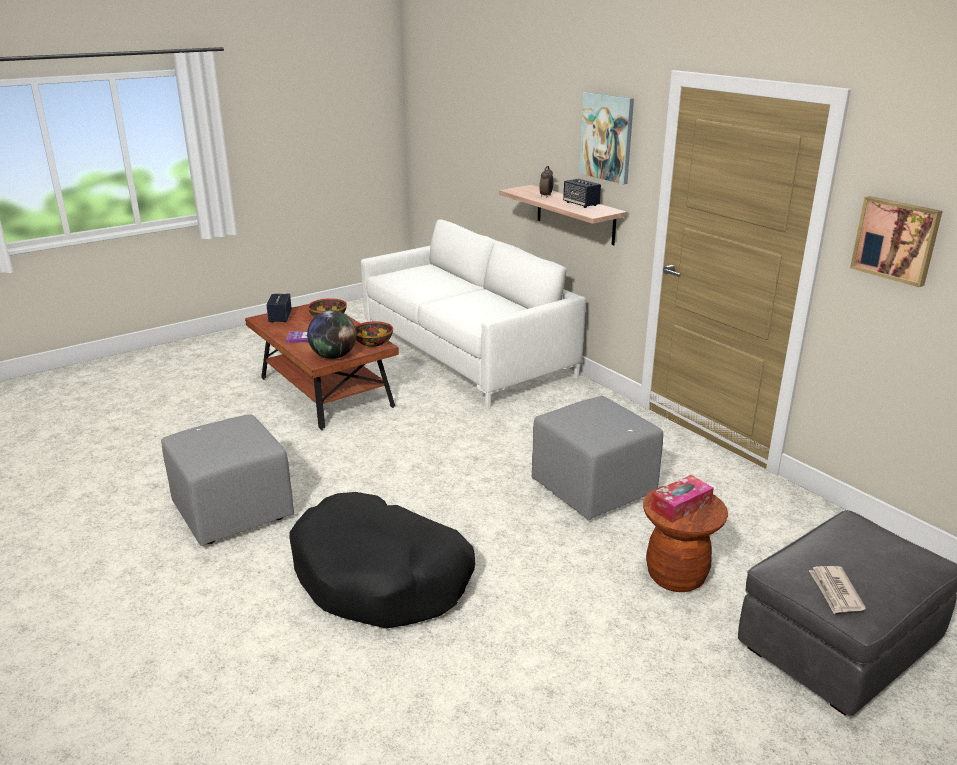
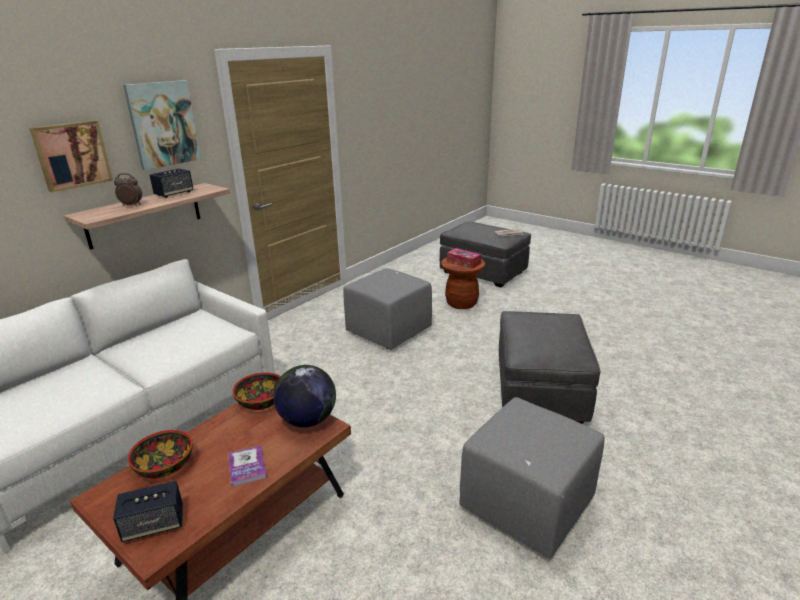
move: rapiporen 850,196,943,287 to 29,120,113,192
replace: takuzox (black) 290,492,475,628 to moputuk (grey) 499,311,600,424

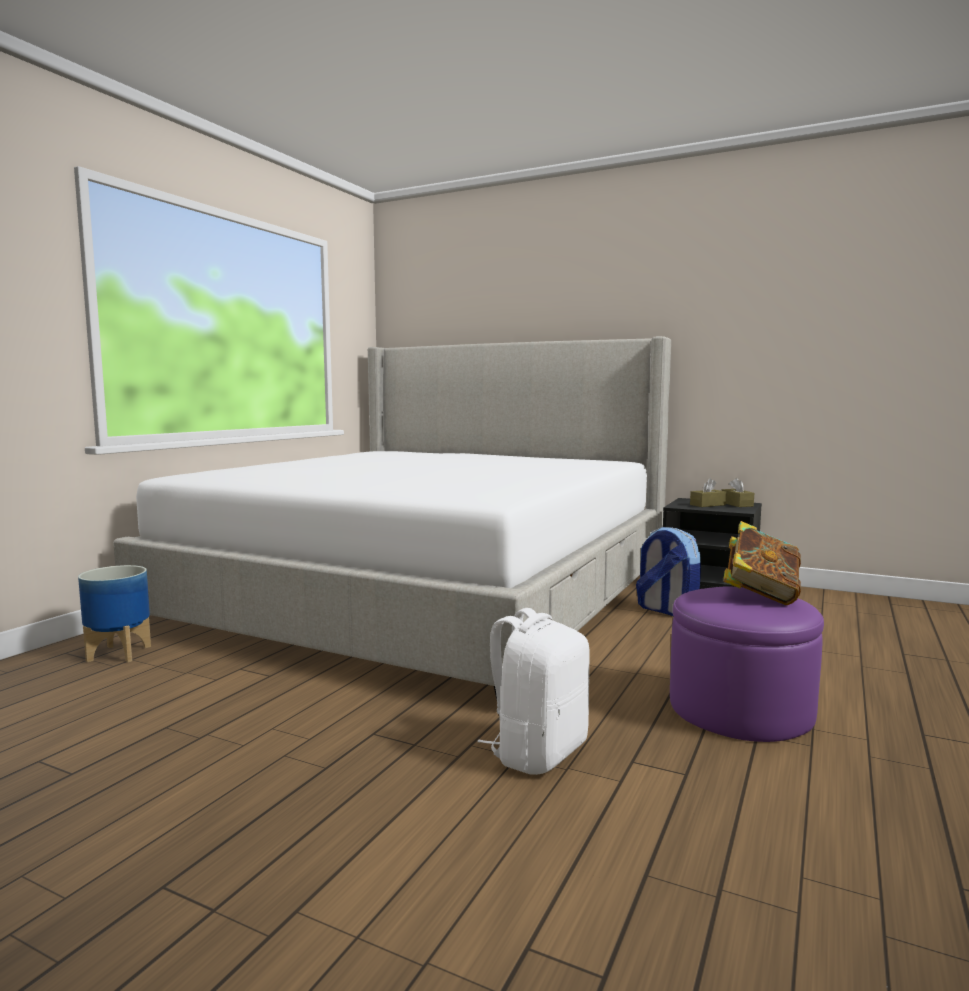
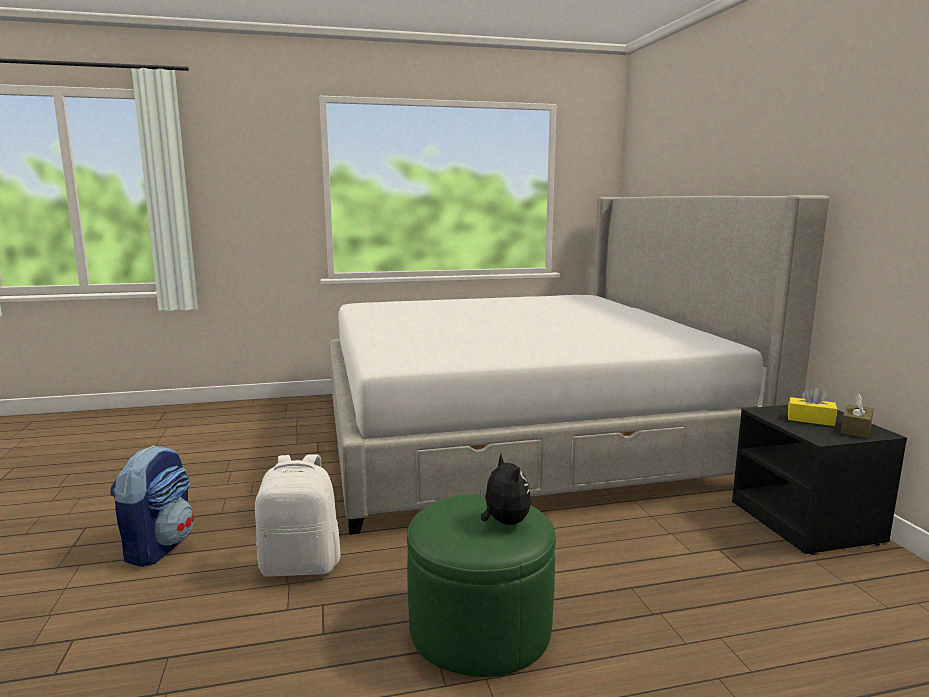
delete: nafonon 78,565,151,662
move: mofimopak 636,527,701,616 to 110,445,194,567
replace: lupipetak 723,521,801,605 to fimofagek 481,454,531,525
recolor: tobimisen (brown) 690,478,726,507 to tobimisen (yellow) 788,386,837,426; moputuk (purple) 670,587,824,742 to moputuk (green) 407,494,556,677

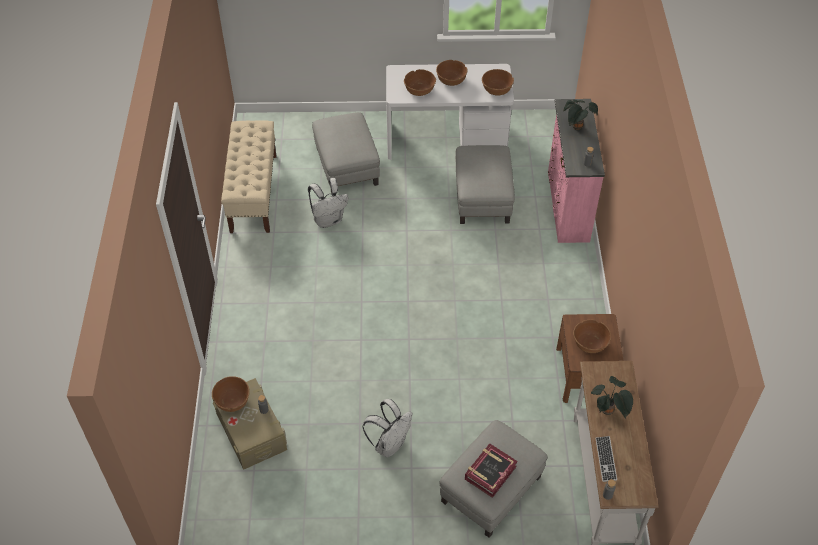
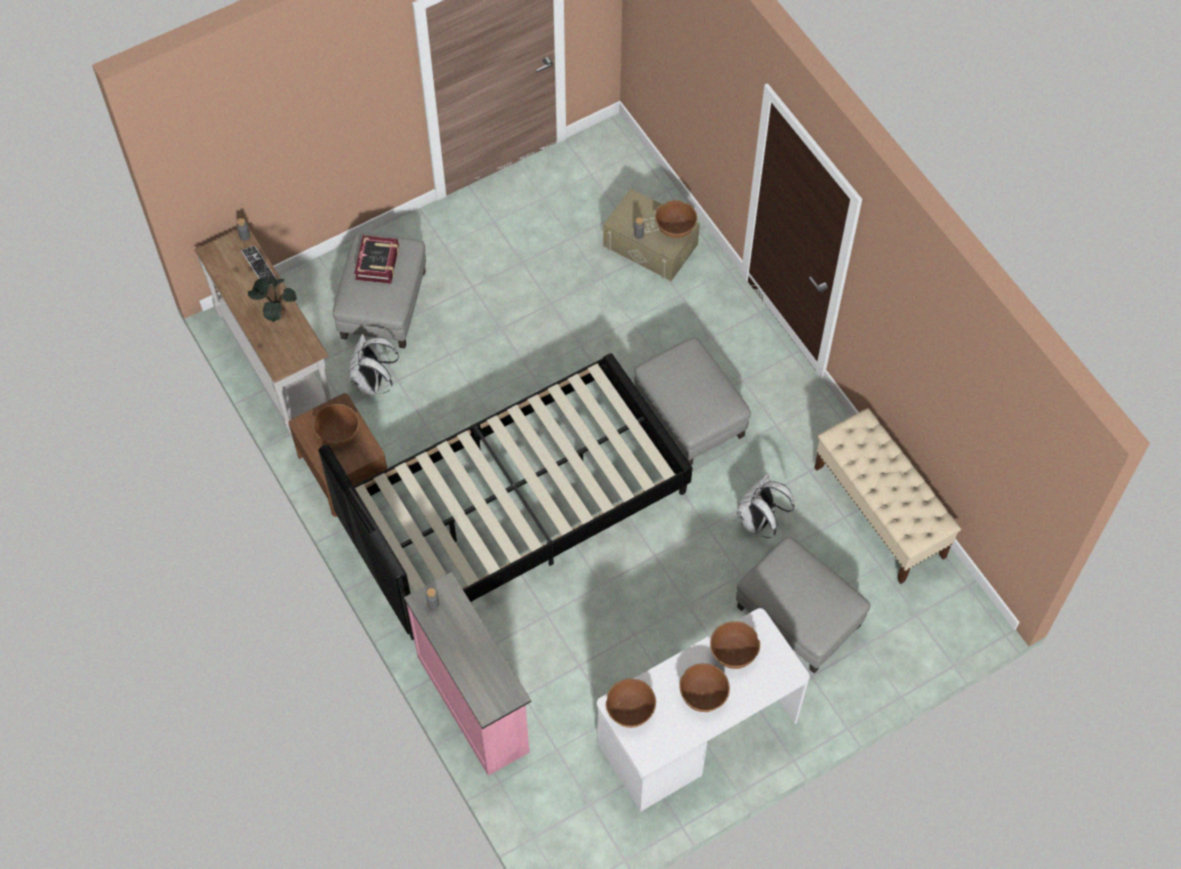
delete: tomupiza 563,100,598,130
insert: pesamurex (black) 319,353,693,640
move: moputuk (grey) 455,145,515,224 to 634,338,751,465; mofimopak (white) 362,399,413,457 to 349,334,399,395

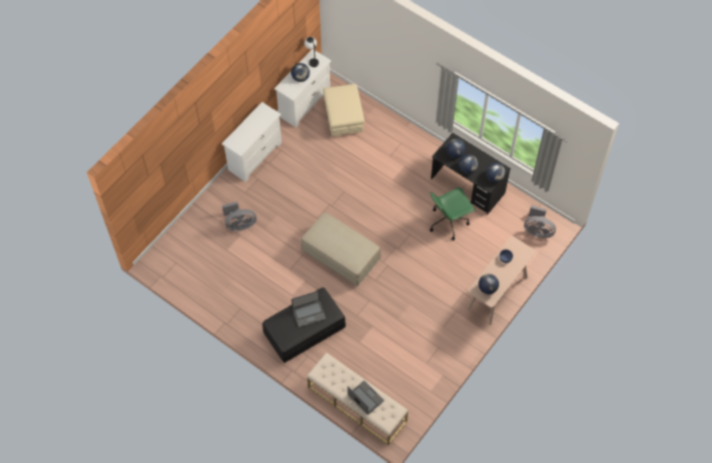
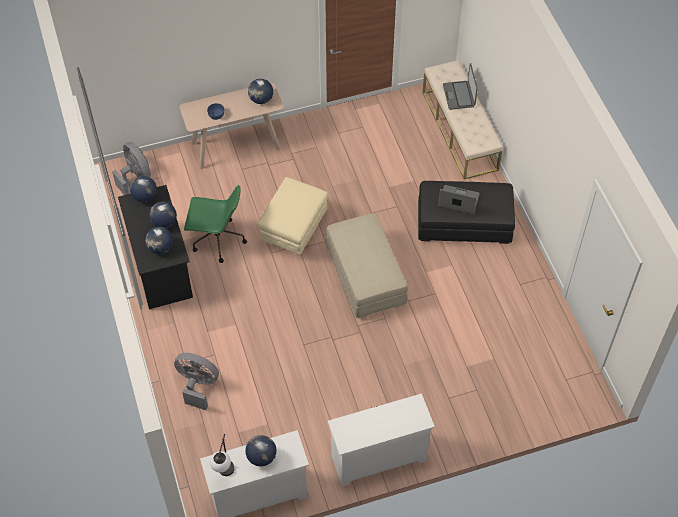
move: moputuk (beige) 323,84,365,137 to 257,177,329,255; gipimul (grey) 222,202,257,231 to 174,353,219,410

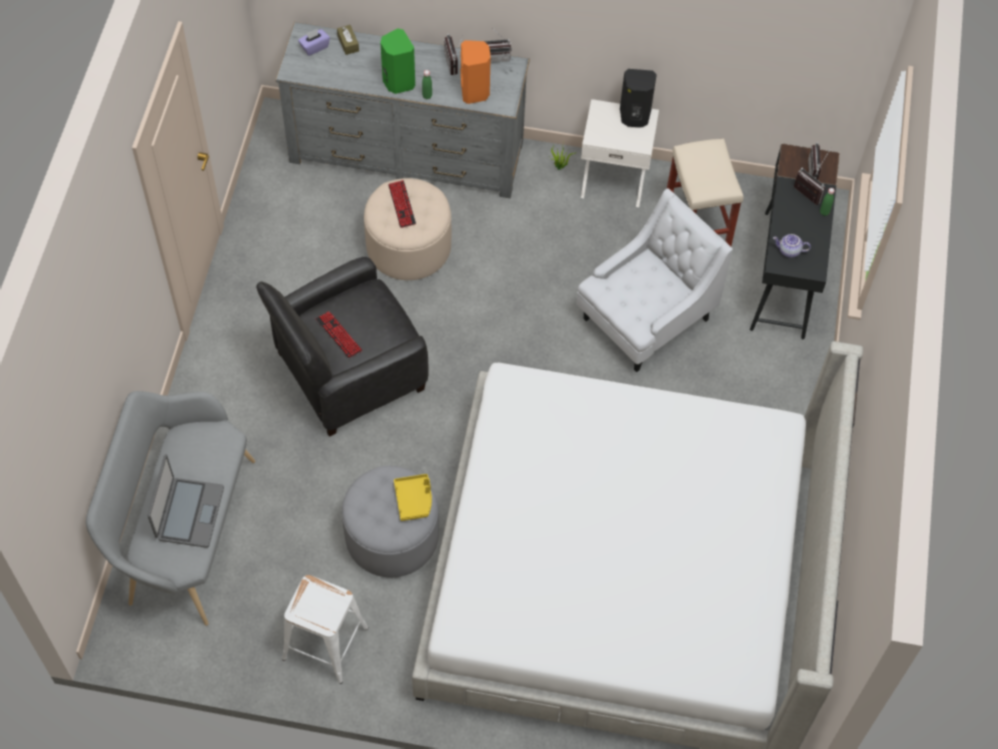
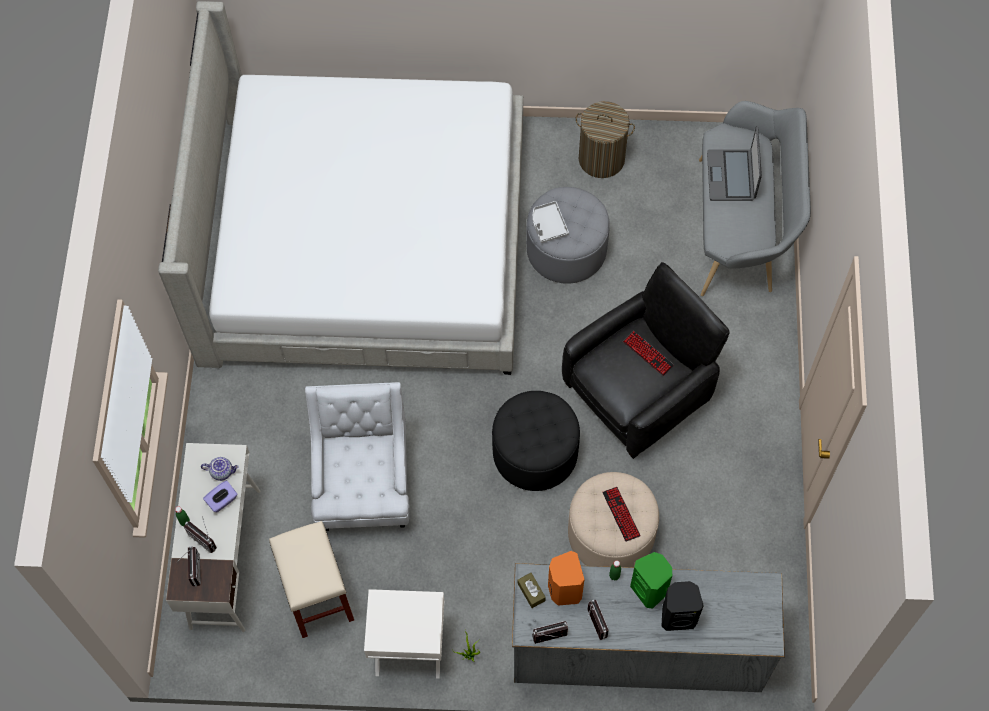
insert: moputuk (black) 492,391,580,491
move: tobimisen (brown) 337,25,359,55 to 518,573,546,608; tobimisen (purple) 298,29,330,56 to 203,480,238,512; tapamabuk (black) 620,69,657,128 to 662,581,704,631
replace: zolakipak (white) 282,575,369,684 to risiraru 576,101,635,178
recolor: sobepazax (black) 750,143,840,339 to sobepazax (white) 166,443,260,632; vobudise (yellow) 394,474,432,521 to vobudise (grey) 533,201,569,243
rotate: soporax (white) 577,188,733,372 = 305,382,409,531 135 degrees clockwise

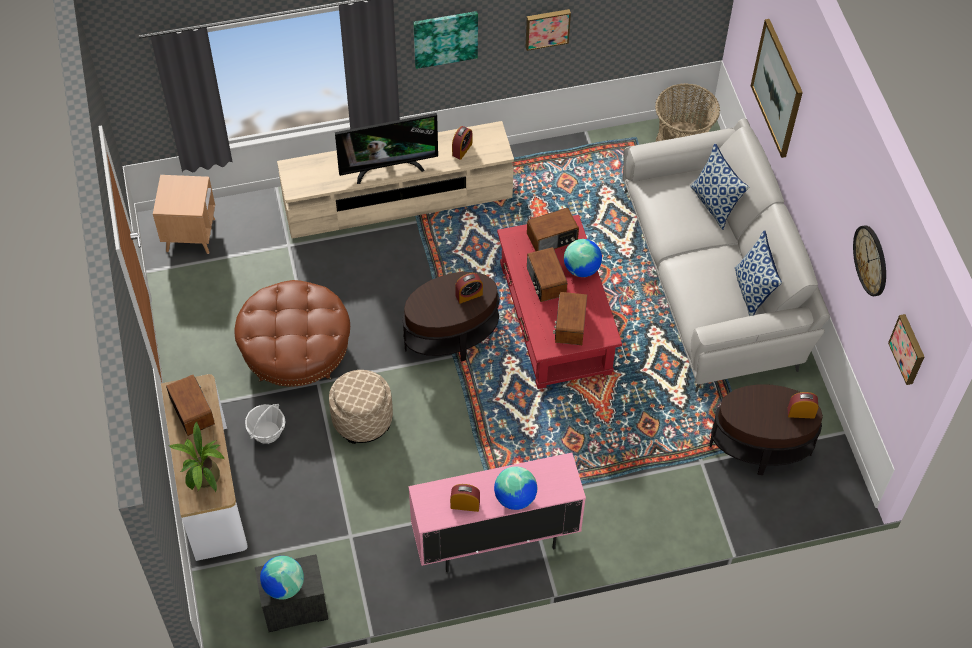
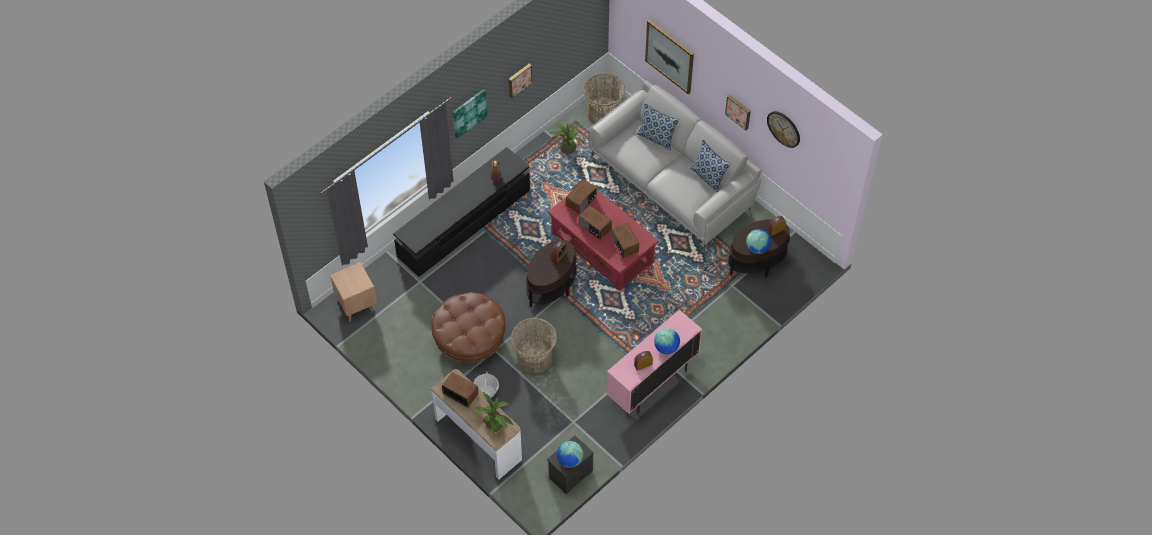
delete: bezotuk 335,113,438,184
insert: tomupiza 550,122,586,154
move: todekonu 564,239,602,277 to 746,229,771,254; rapiporen 888,314,924,385 to 725,95,751,130
replace: moputuk (beige) 329,370,393,444 to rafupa 511,318,557,374
recolor: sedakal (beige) 277,121,514,239 to sedakal (black) 393,147,530,277

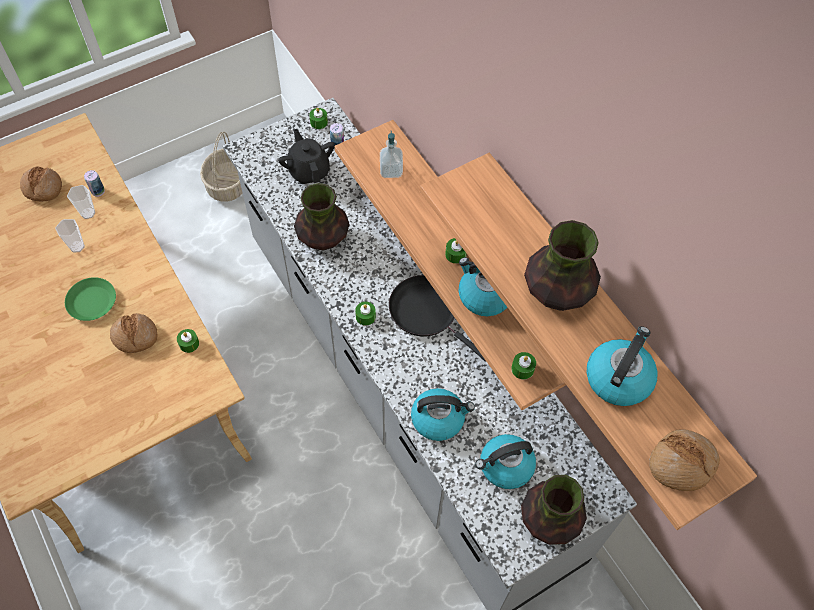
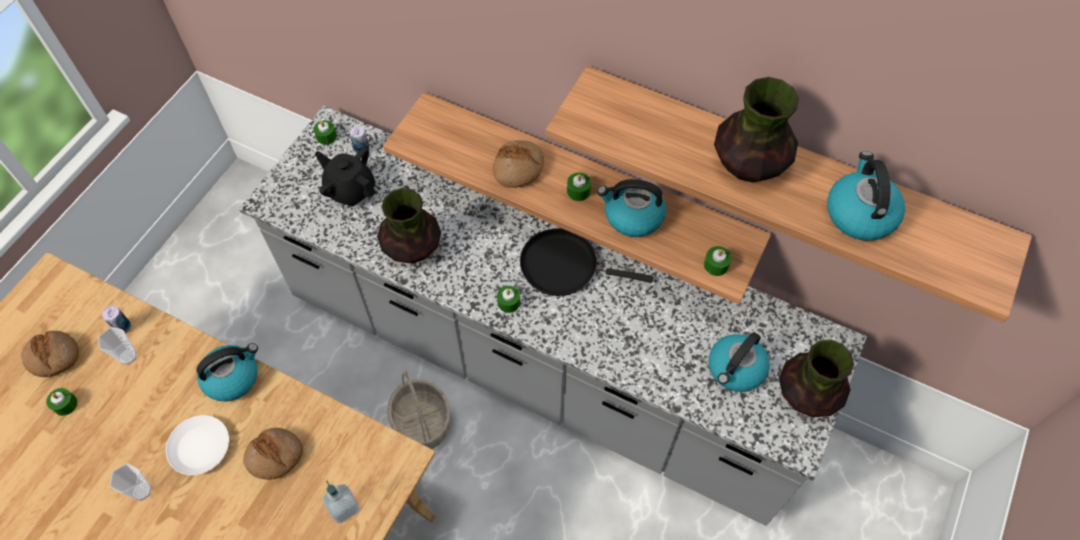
move: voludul 380,130,403,178 to 322,481,360,523; rafupa 200,132,243,202 to 387,371,450,449; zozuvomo 55,219,85,252 to 110,464,151,501; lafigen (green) 177,329,199,353 to 46,388,78,416; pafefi 411,388,475,441 to 196,343,258,402; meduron 649,430,720,491 to 493,140,544,188
recolor: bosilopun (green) 65,277,116,321 to bosilopun (white) 166,415,229,475

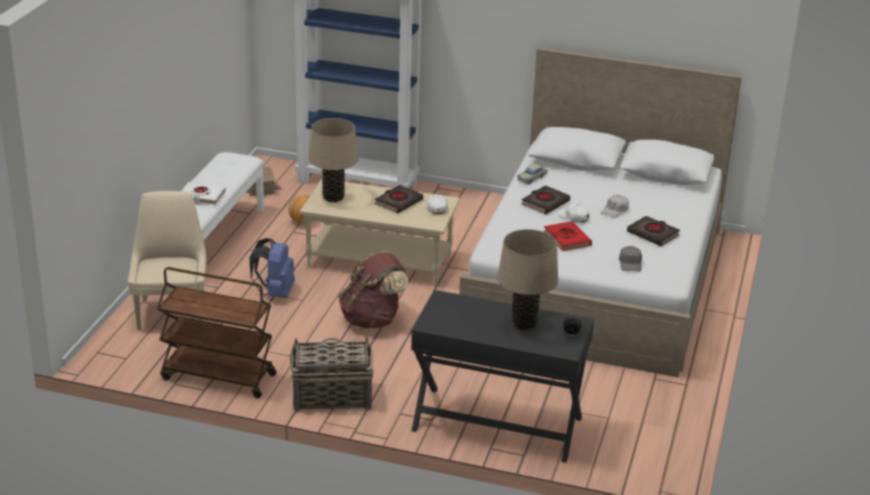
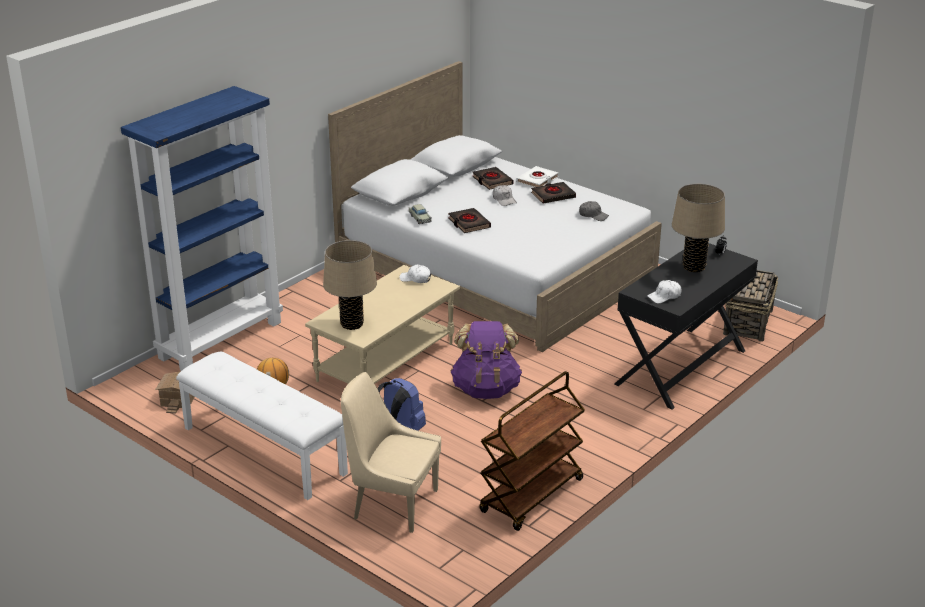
delete: lupipetak (red) 544,221,592,251
move: lupipetak (white) 182,182,226,205 to 516,166,558,187; lupipetak (black) 375,185,423,213 to 472,167,513,190; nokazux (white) 558,203,589,223 to 647,280,681,303; rafupa 290,337,374,412 to 723,270,778,342
recolor: mofimopak (brown) 338,251,409,328 to mofimopak (purple) 451,321,522,399

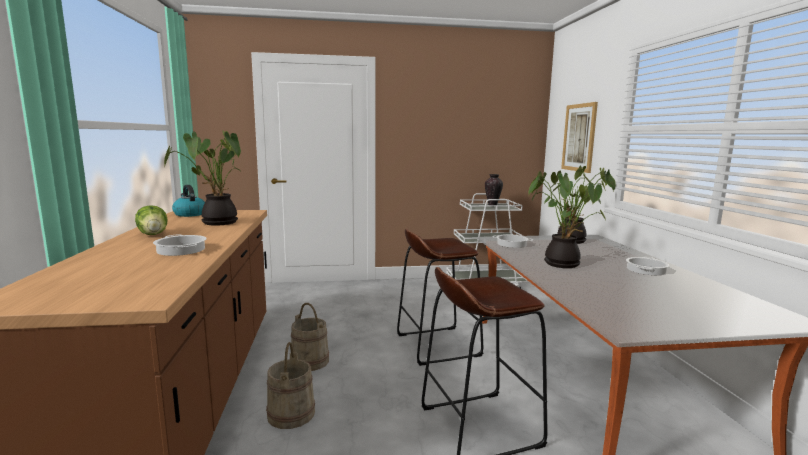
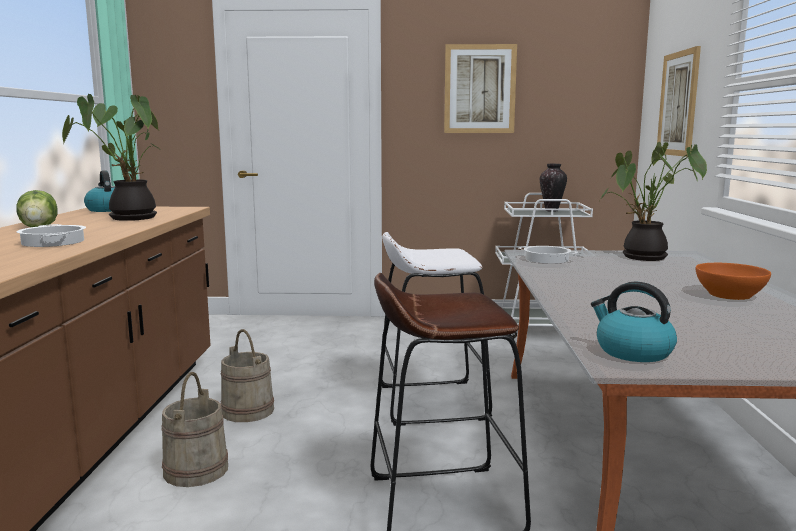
delete: tomupiza 529,171,607,268
insert: rapiporen 444,44,517,133; pafefi 591,281,677,362
replace: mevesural 626,257,669,275 to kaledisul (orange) 696,263,771,300
recolor: zolakipak (brown) 397,229,483,366 to zolakipak (white) 382,232,492,426

